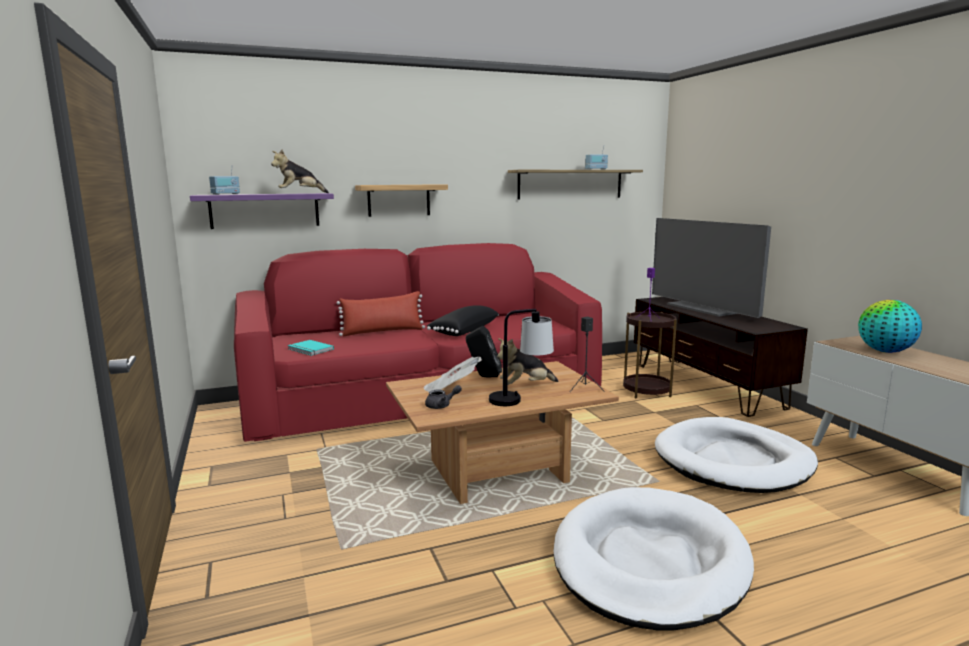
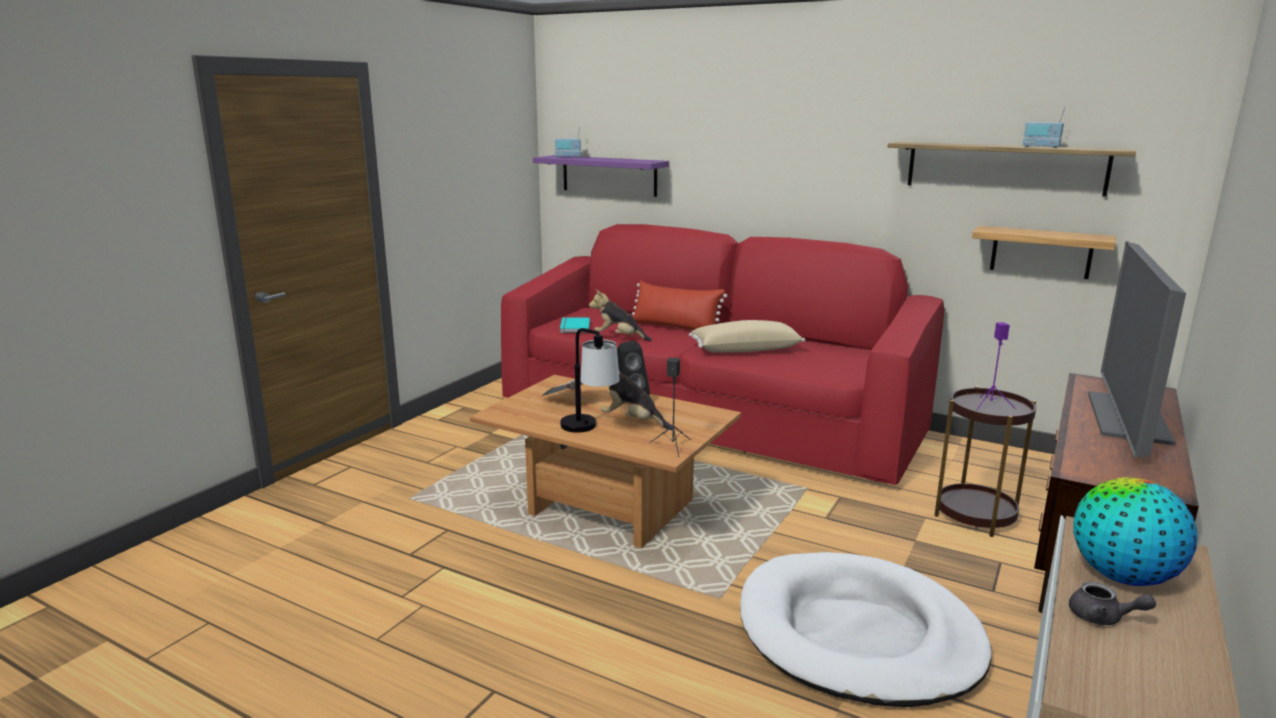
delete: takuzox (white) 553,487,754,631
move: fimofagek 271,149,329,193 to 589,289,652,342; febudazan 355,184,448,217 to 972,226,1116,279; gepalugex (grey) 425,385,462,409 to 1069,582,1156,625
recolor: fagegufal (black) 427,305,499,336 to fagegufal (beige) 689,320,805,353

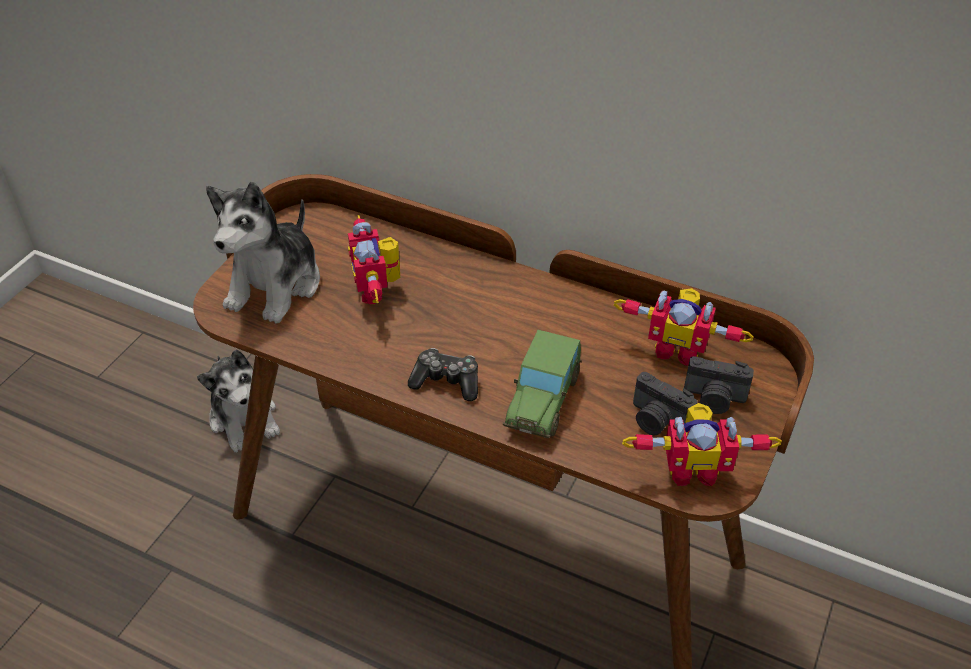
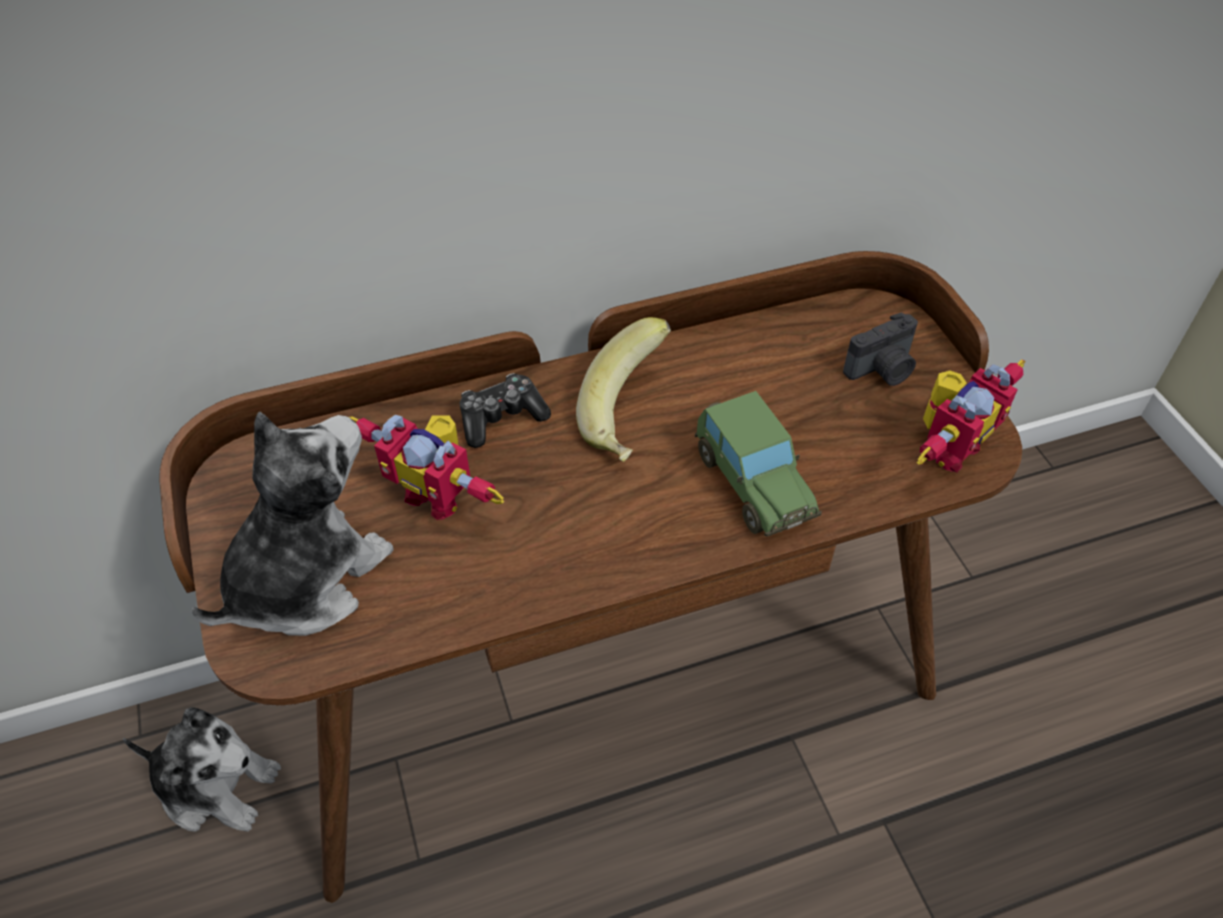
delete: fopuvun 614,288,754,366; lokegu 633,372,697,436
insert: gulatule 576,317,671,462
move: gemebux 408,348,478,401 to 460,373,551,448
rotate: fimofagek 206,182,320,323 = 192,412,394,636 120 degrees counterclockwise

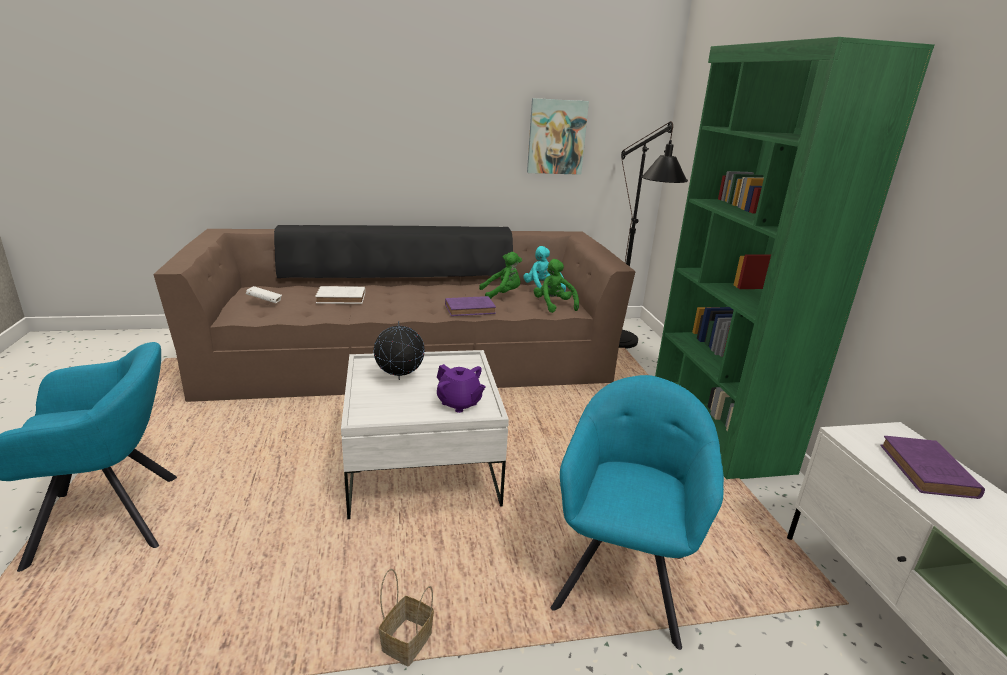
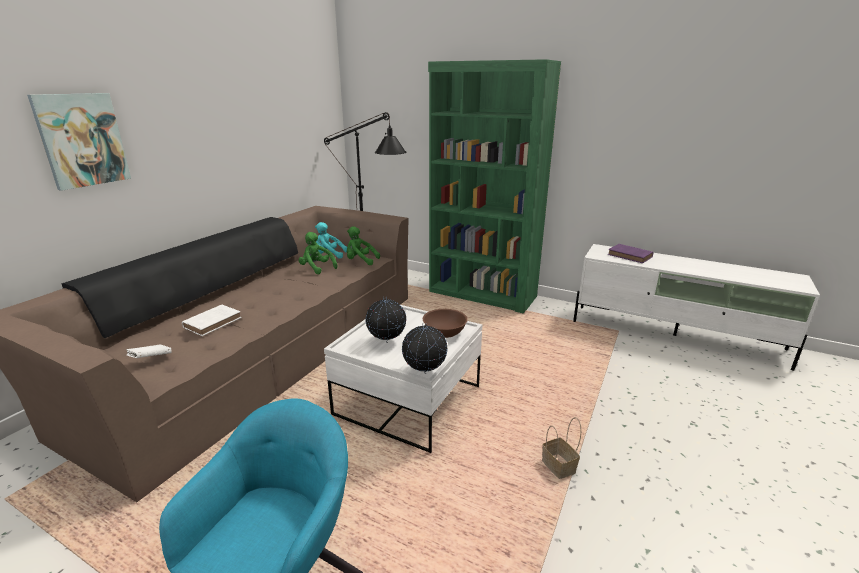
delete: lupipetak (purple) 445,296,496,316; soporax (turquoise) 551,375,724,650
insert: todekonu 402,323,448,374
move: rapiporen 527,98,589,175 to 27,93,131,191
replace: gepalugex (purple) 437,364,486,413 to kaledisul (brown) 423,309,468,338
rotate: fimofagek (green) 479,252,522,299 = 298,232,338,274 75 degrees counterclockwise

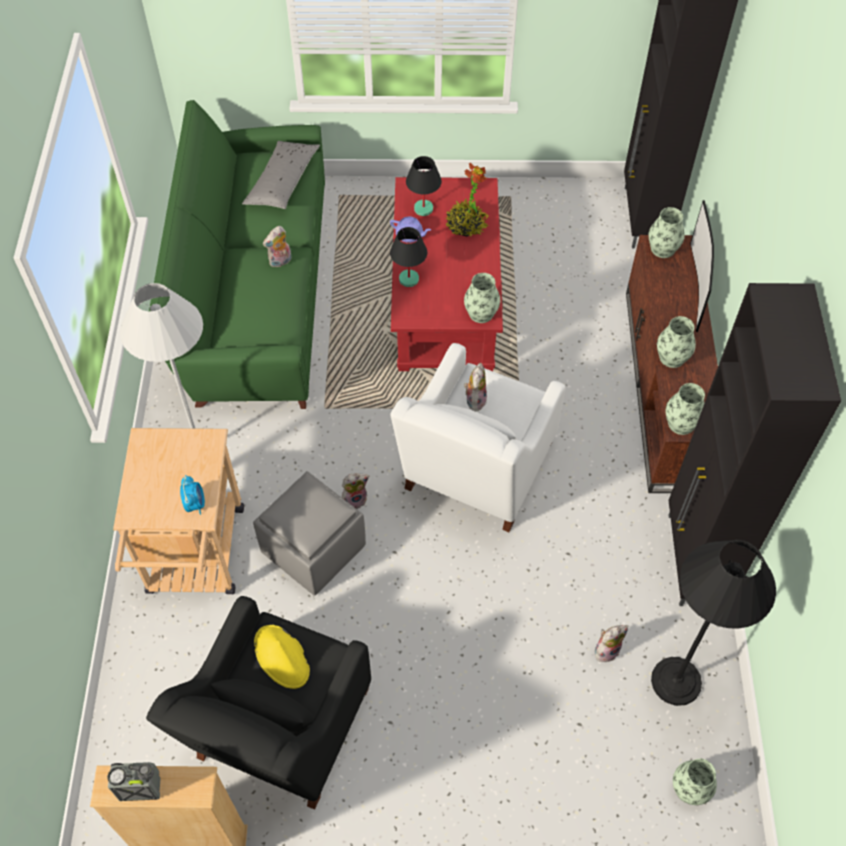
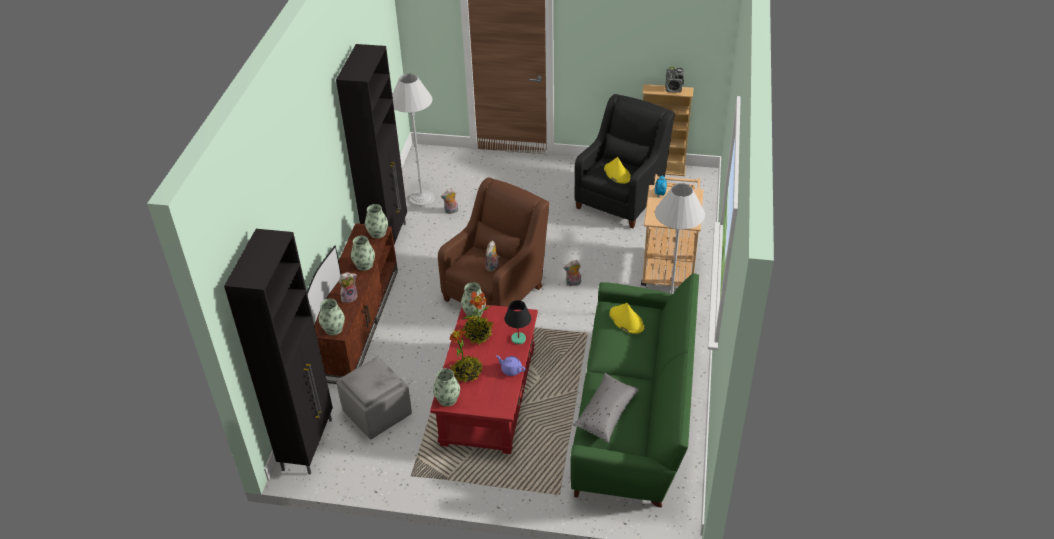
delete: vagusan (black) 406,156,442,216
insert: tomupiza 461,291,493,345; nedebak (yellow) 610,303,644,334
move: fimofagek 263,226,292,267 to 339,272,358,303; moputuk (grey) 253,471,366,596 to 337,357,412,440; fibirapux 673,759,717,805 to 433,368,460,407
recolor: soporax (white) 390,343,565,532 to soporax (brown) 438,177,549,307; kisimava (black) 651,540,776,706 to kisimava (white) 392,74,435,206

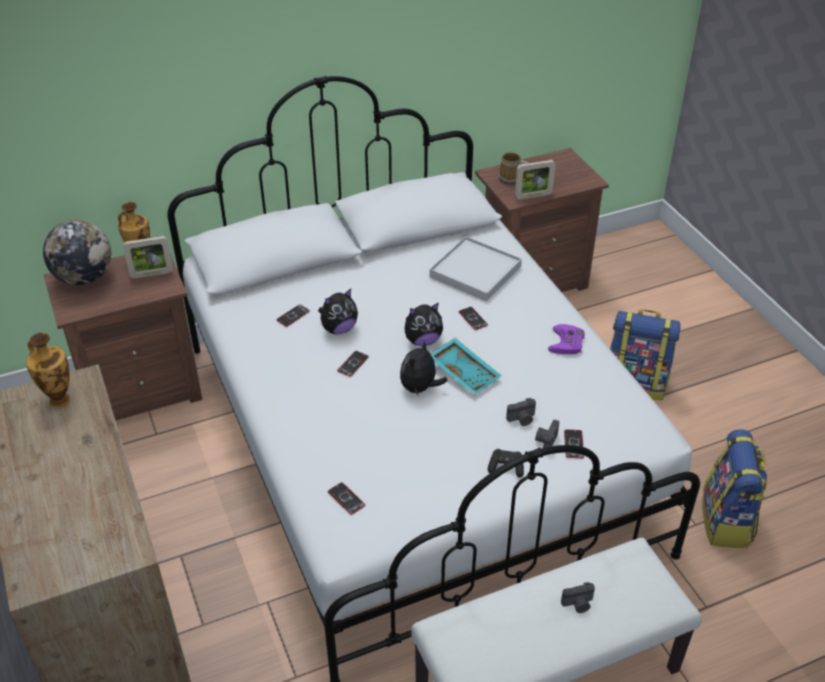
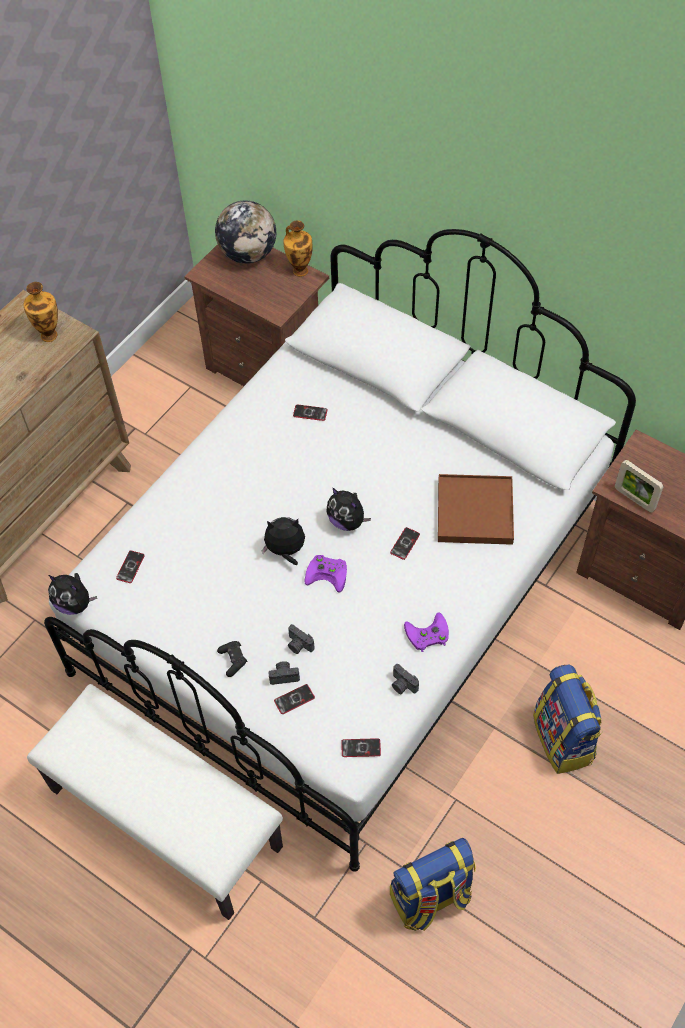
delete: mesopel 499,152,529,185; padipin 123,236,173,278
move: fimofagek 318,289,358,334 to 48,573,97,615; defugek 337,351,369,377 to 342,738,381,757; lokegu 561,582,595,613 to 392,664,419,694
replace: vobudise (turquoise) 431,338,502,396 to gemebux (purple) 304,555,347,592
recolor: vobudise (white) 430,236,522,301 to vobudise (brown) 438,474,514,545

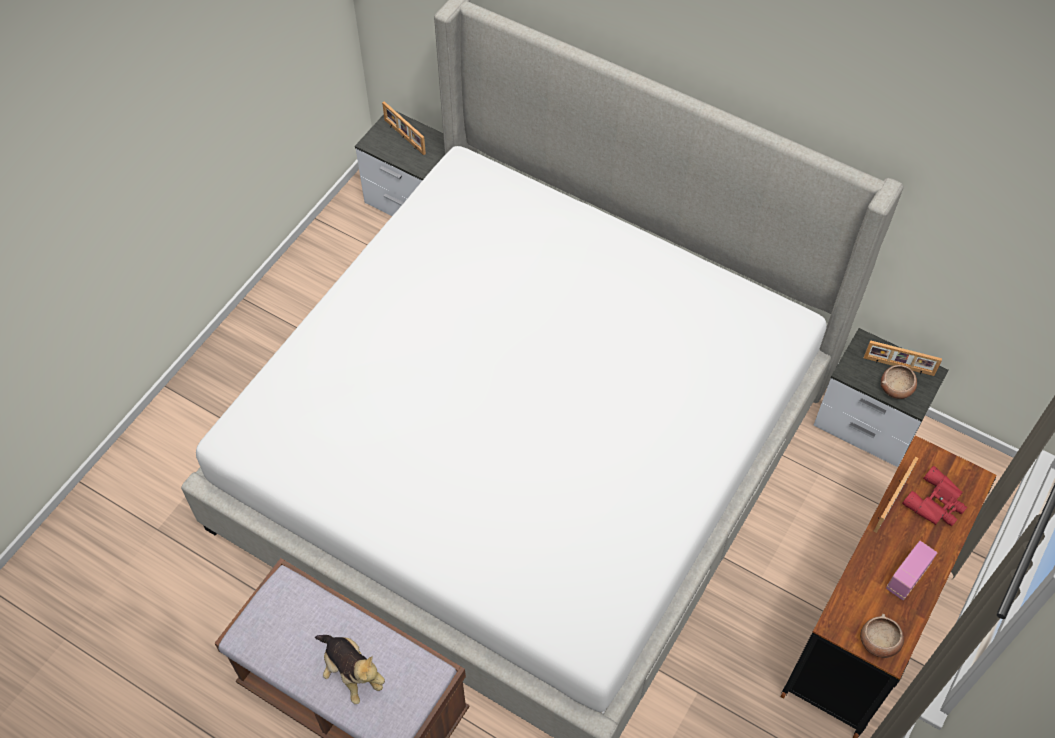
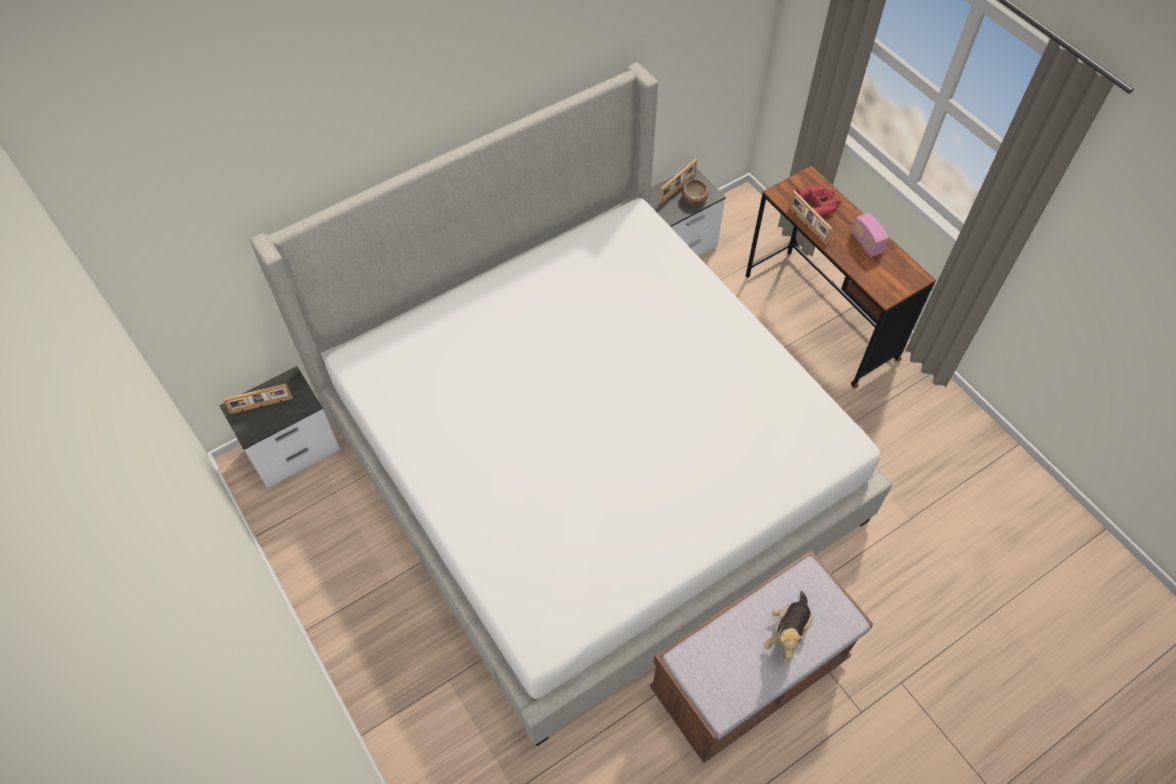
delete: kaledisul 860,614,904,658
rotate: fimofagek 315,635,385,704 = 764,591,813,663 135 degrees clockwise

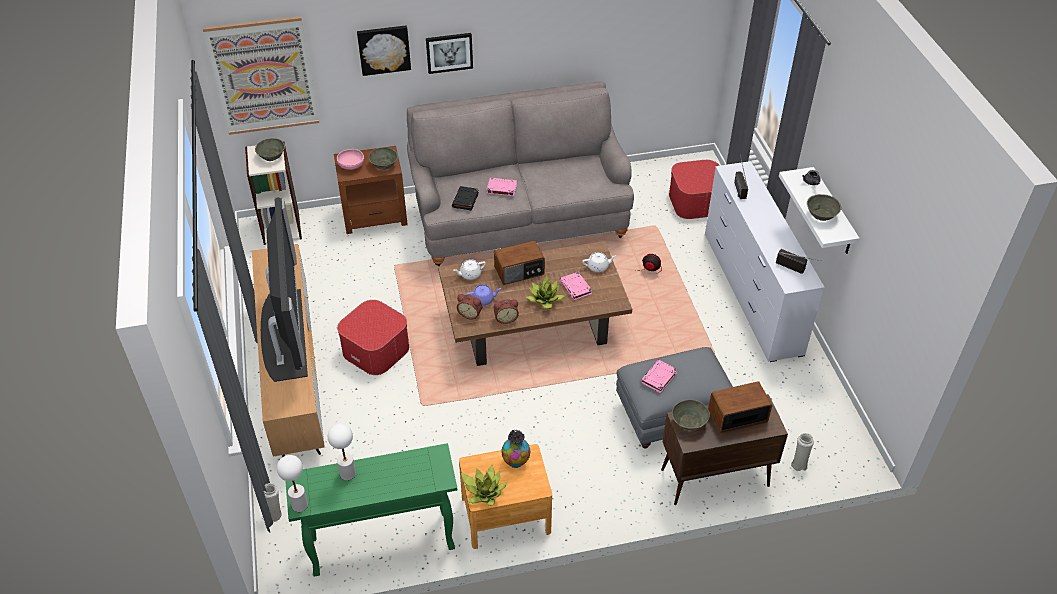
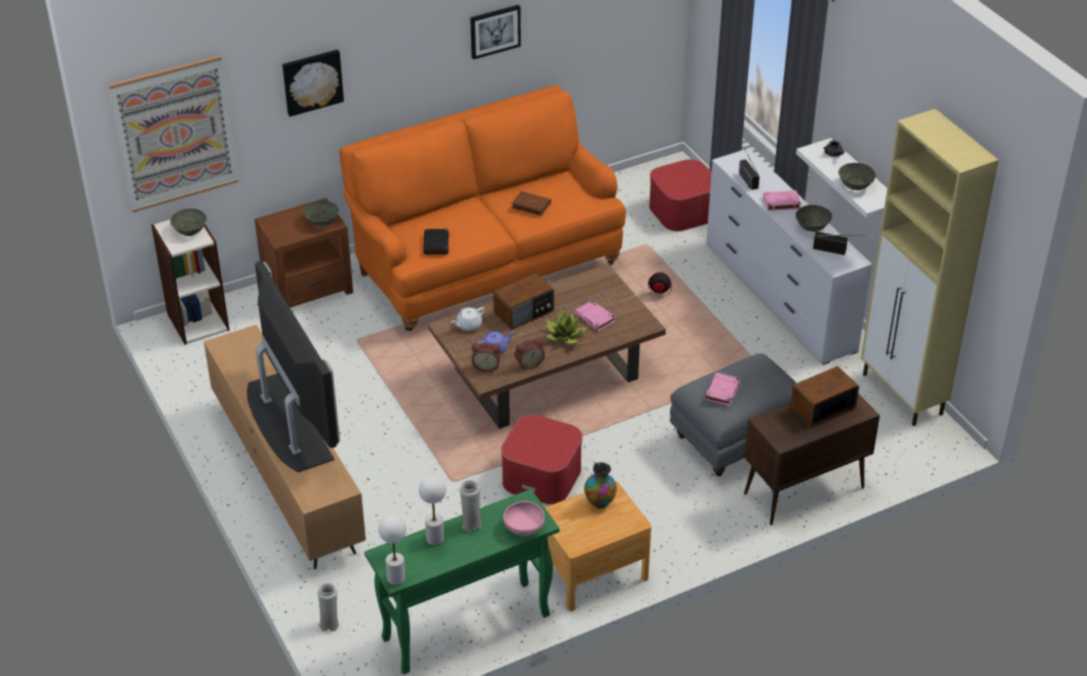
delete: gepalugex (white) 582,252,617,272; tomupiza 461,465,508,506
insert: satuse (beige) 861,109,999,426; lupipetak (brown) 512,191,551,216
move: rapiporen 426,33,473,74 to 470,5,521,60; kaledisul (pink) 337,149,364,170 to 503,501,545,536; lupipetak (pink) 487,178,517,196 to 763,190,801,211; moputuk 337,300,409,375 to 501,415,583,504; kaledisul (grey) 672,399,710,430 to 795,205,832,232; fibirapux (white) 791,433,814,471 to 460,480,482,532
recolor: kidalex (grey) 407,82,634,266 to kidalex (orange) 340,85,626,331

